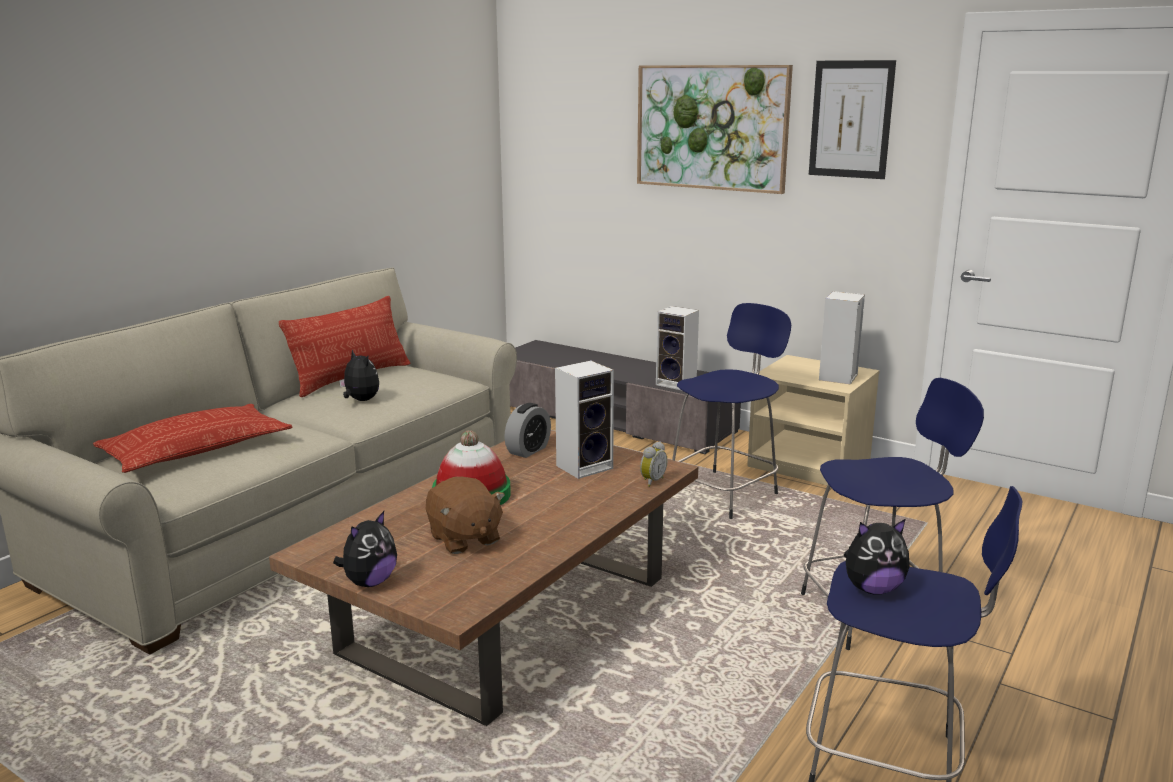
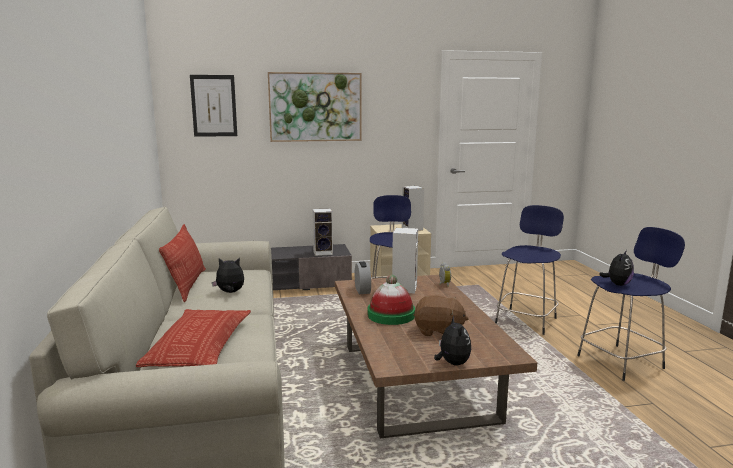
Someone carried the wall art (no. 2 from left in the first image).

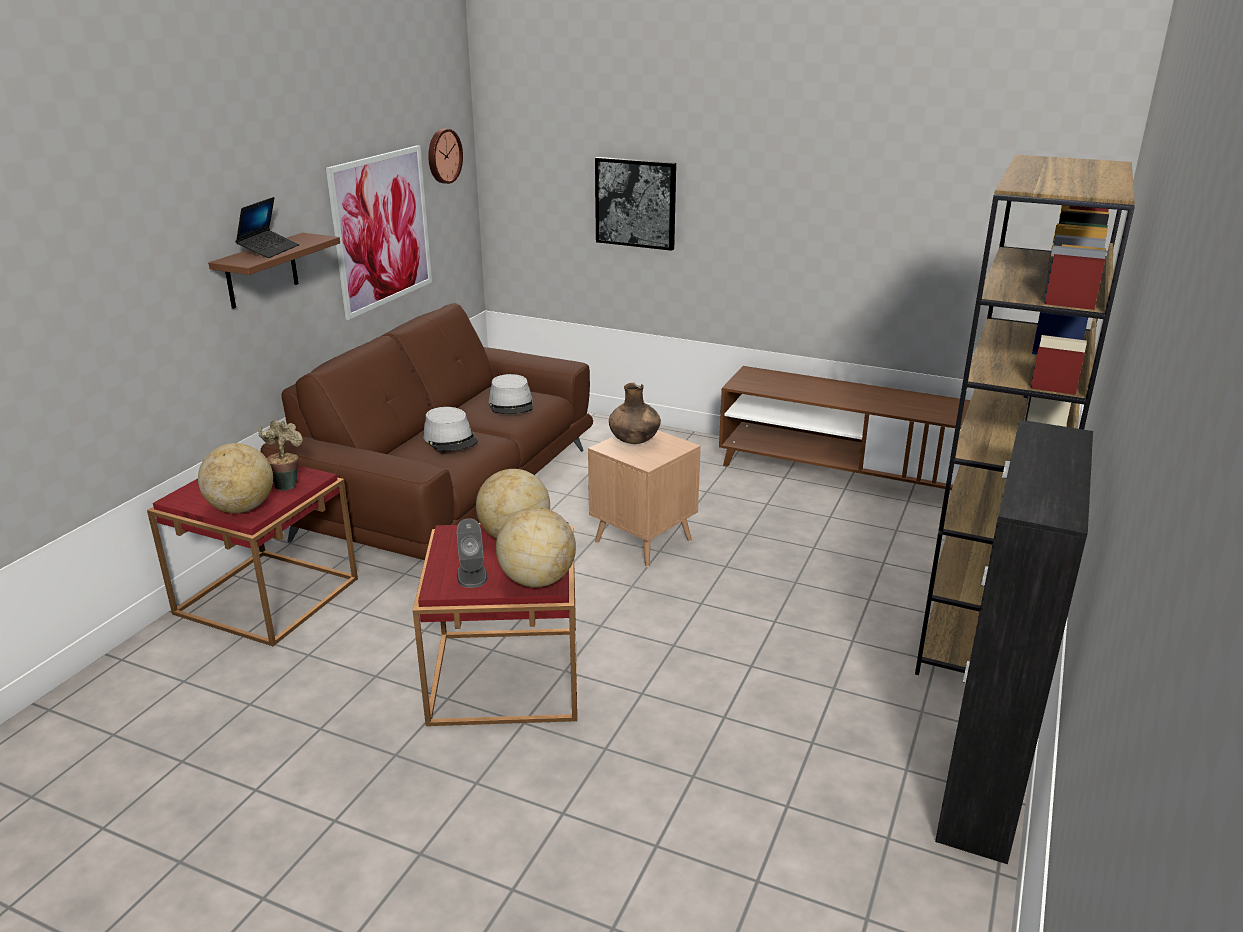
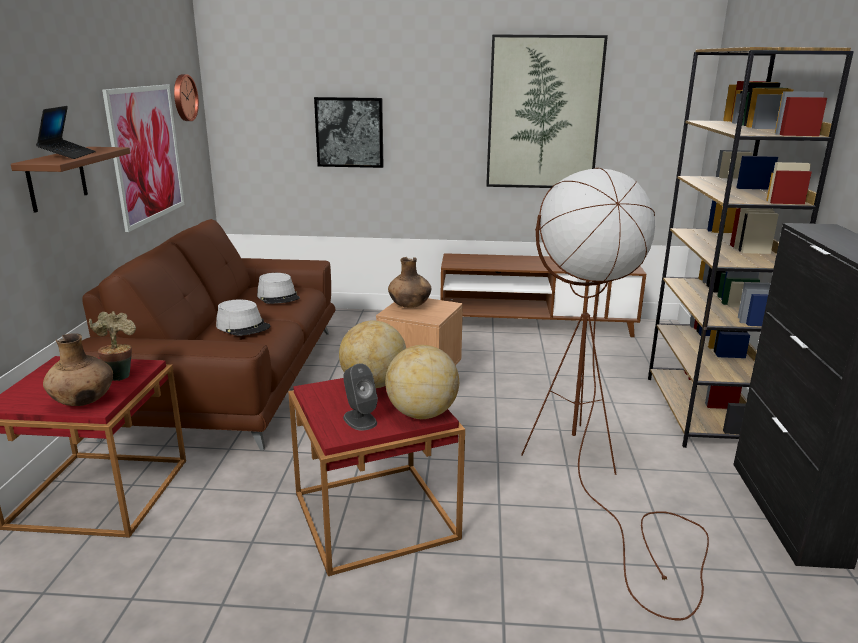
Someone swapped the globe (no. 1 from left) for the brown-coloured vase (no. 1 from left). Someone put up the wall art (no. 3 from left). Someone put down the brown-coloured floor lamp.

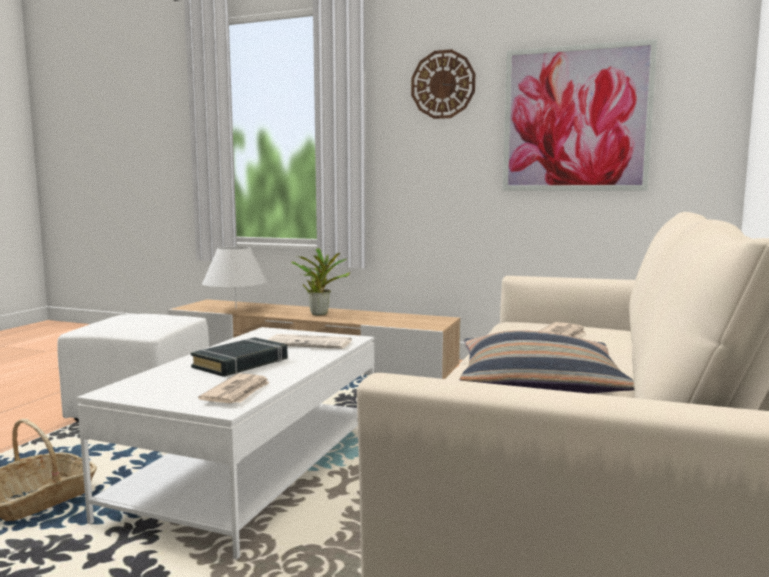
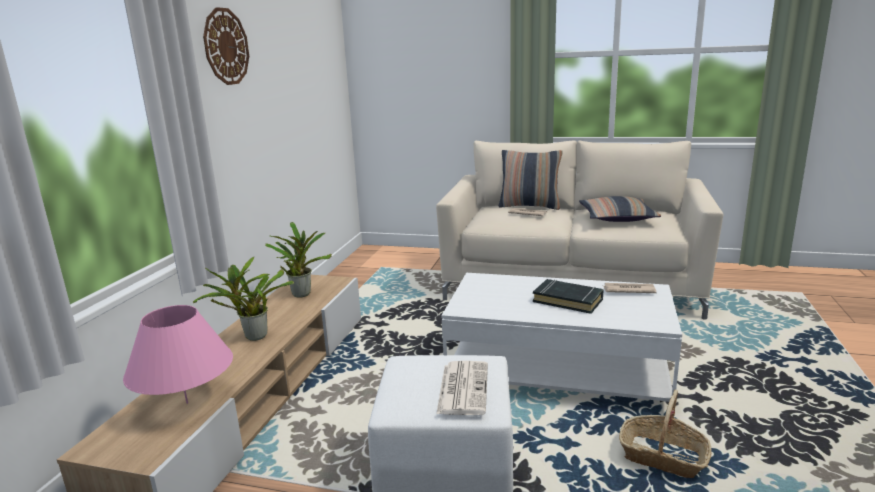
Someone took away the wall art. Someone repainted the white-coloured table lamp, which became the pink-coloured table lamp. Someone carried the newspaper (no. 2 from left in the first image). Someone put down the pillow (no. 1 from left). Someone put down the houseplant (no. 2 from left).

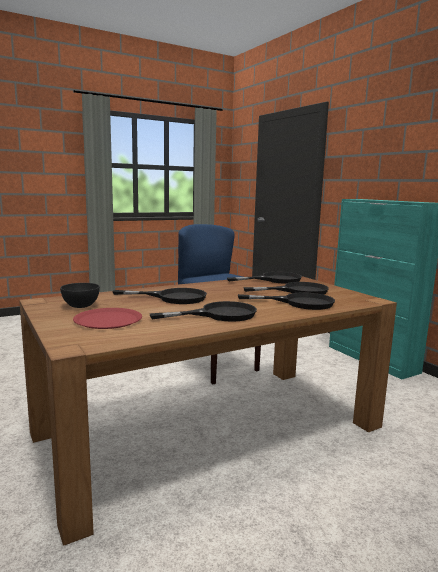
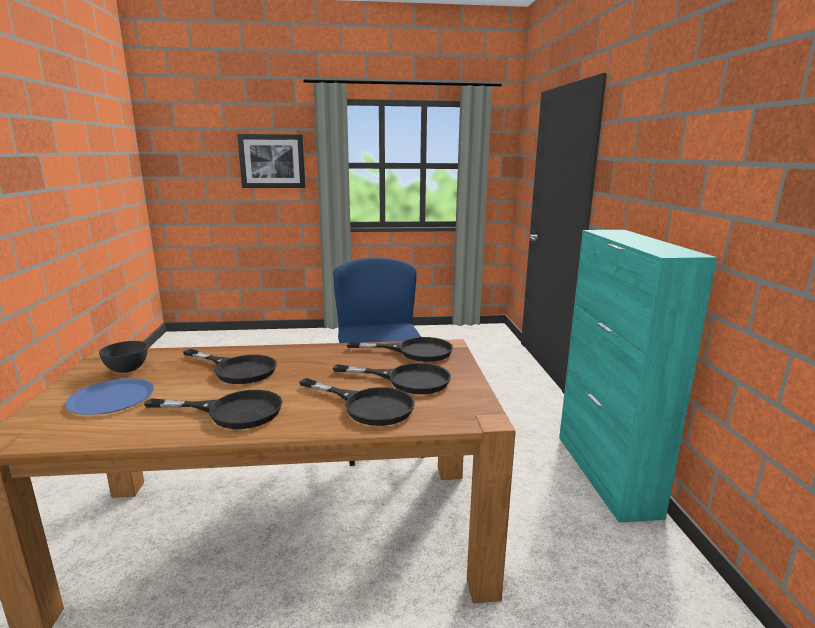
Someone repainted the red-coloured plate, which became the blue plate. Someone put up the wall art.

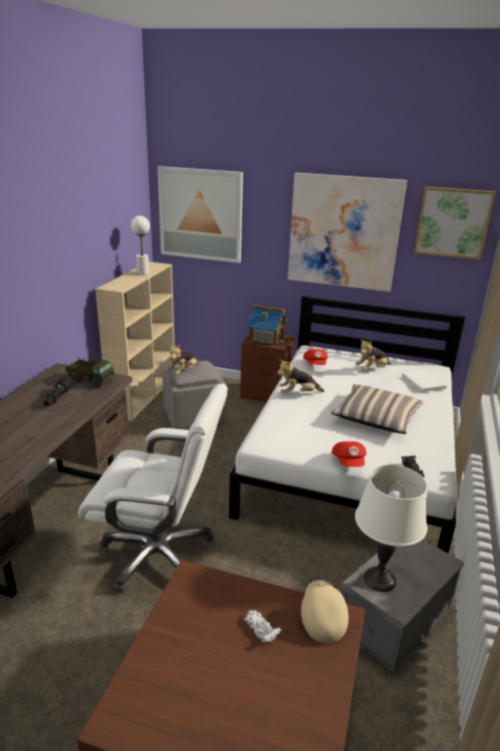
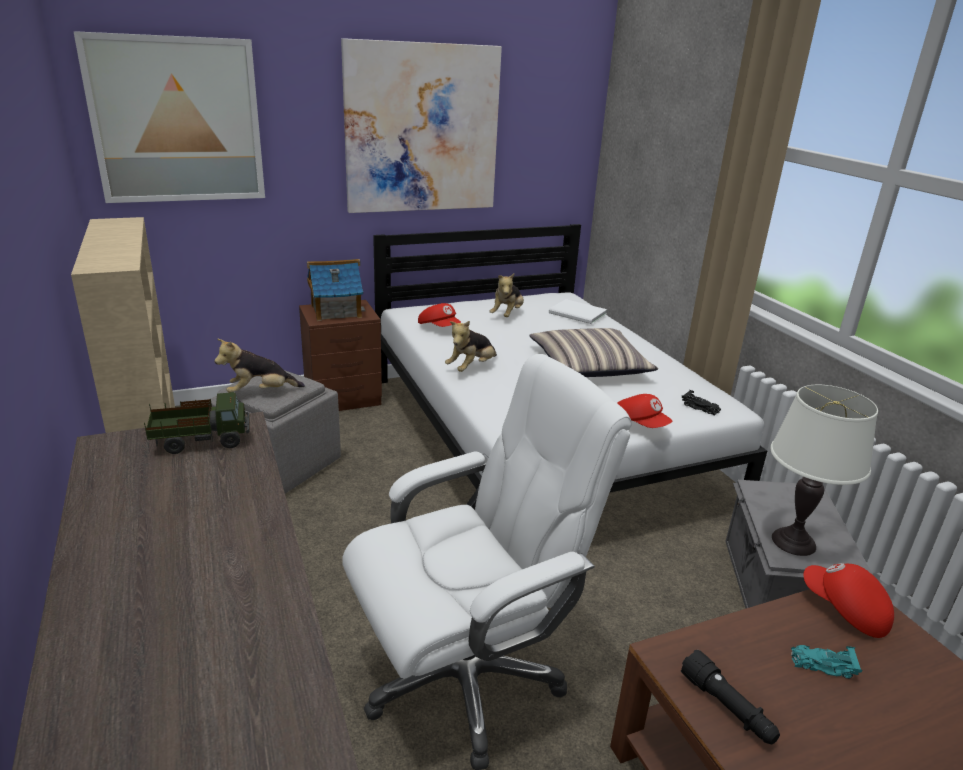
Someone took away the wall art (no. 3 from left). Someone took away the white-coloured table lamp (no. 1 from left). Someone rotated the plush toy (no. 1 from left) by 75 degrees clockwise. Someone carried the black hand torch. Someone repainted the beige-coloured baseball cap, which became the red-coloured baseball cap (no. 3 from left). Someone repainted the white-coloured miniature car, which became the turquoise-coloured miniature car.

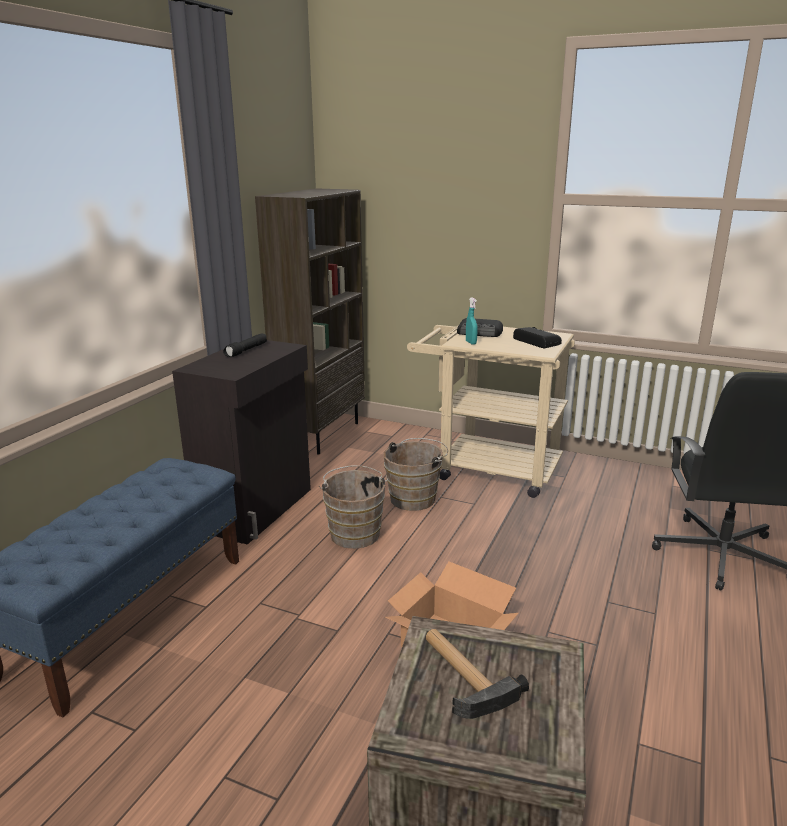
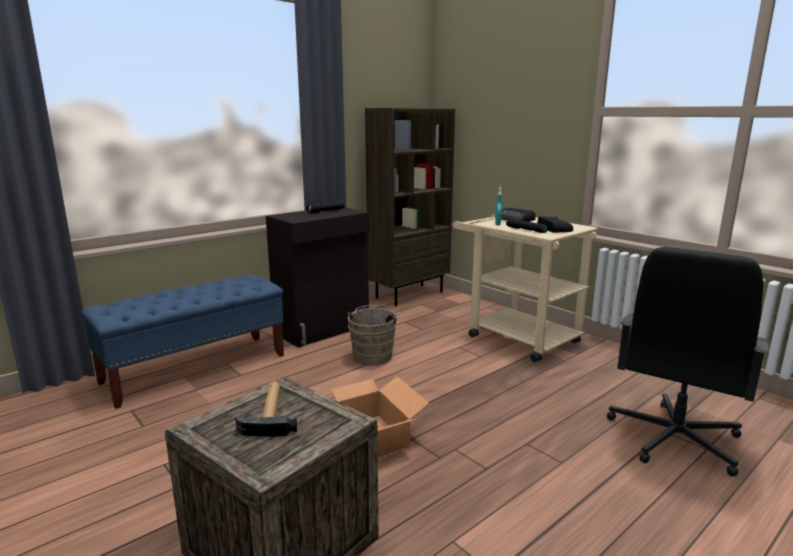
Someone took away the brown-coloured bucket (no. 2 from left). Someone put down the black hand torch (no. 2 from left).

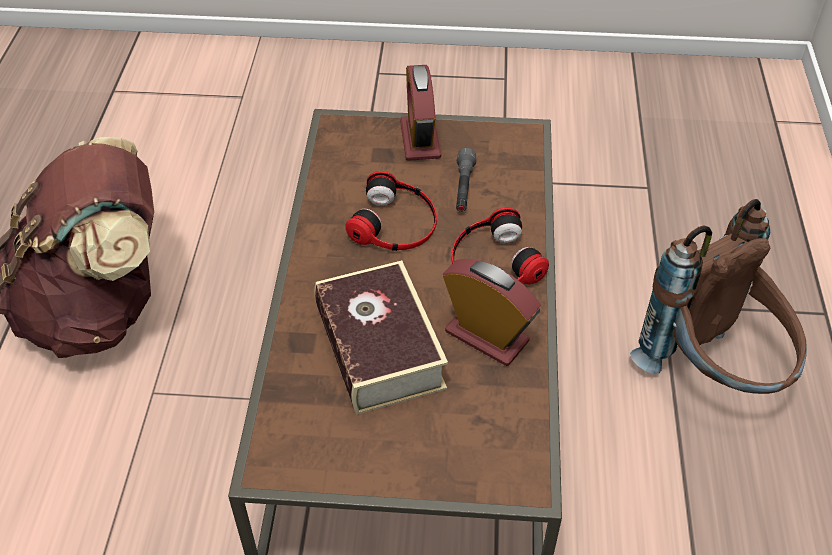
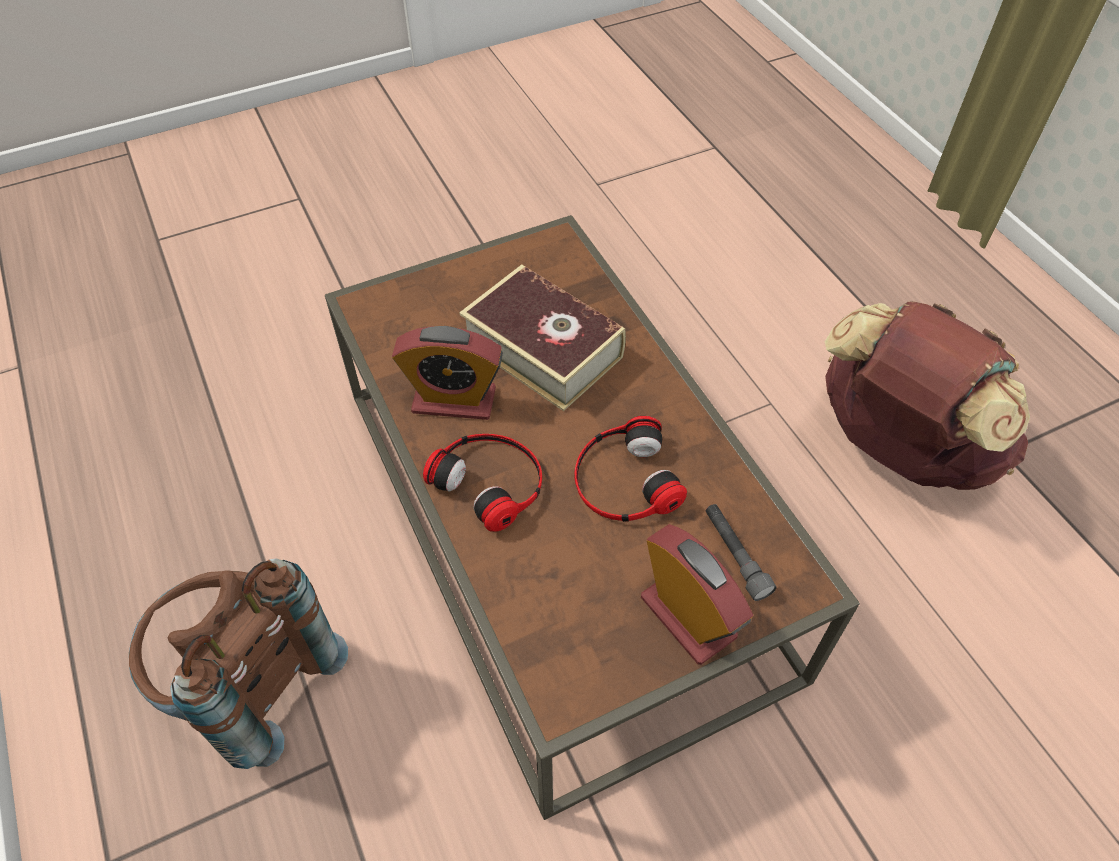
Someone carried the grey hand torch.

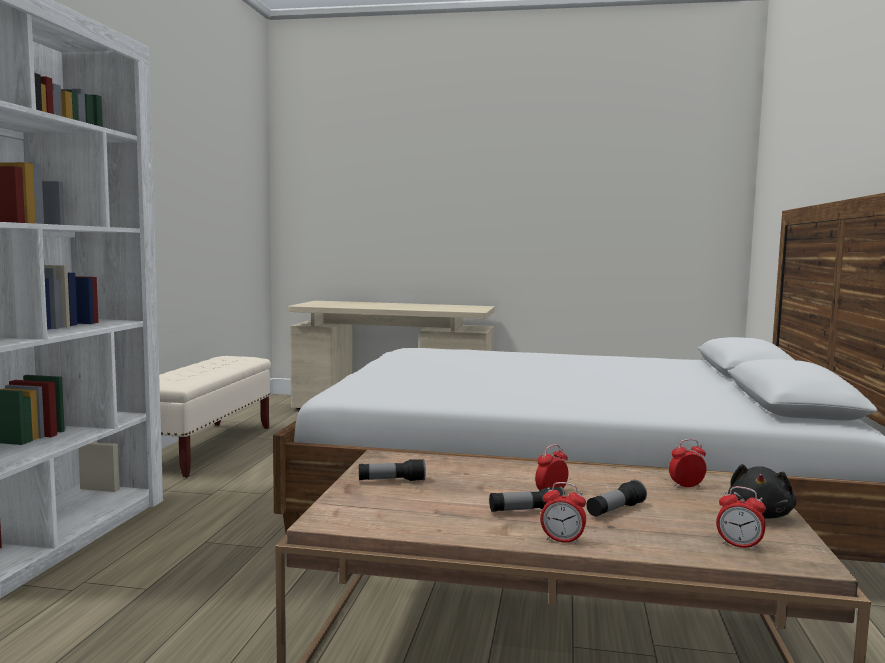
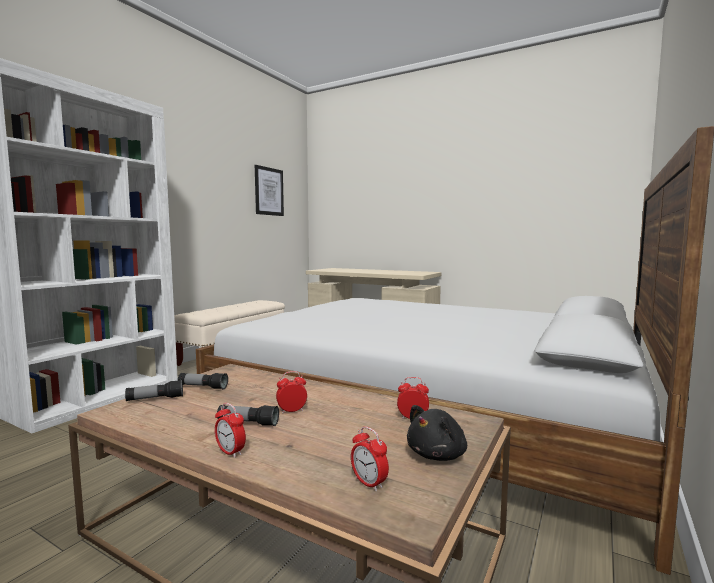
Someone carried the hand torch (no. 3 from left in the first image). Someone put up the wall art.

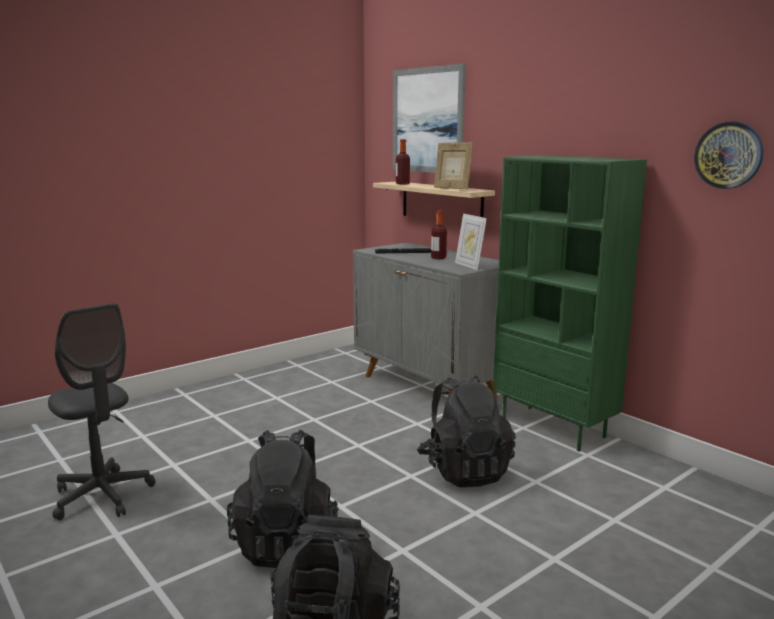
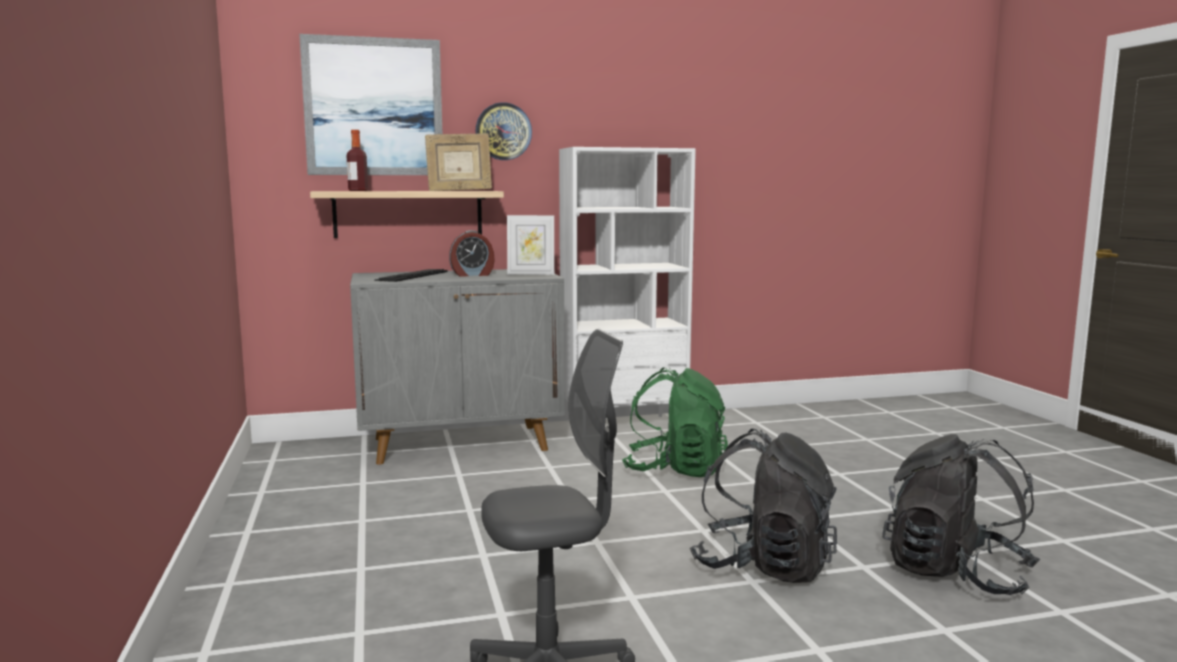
Someone carried the hanging clock. Someone repainted the greenish shelving unit, which became the white-coloured shelving unit. Someone swapped the beverage bottle (no. 2 from left) for the table clock. Someone repainted the black backpack (no. 3 from left), which became the greenish backpack.

